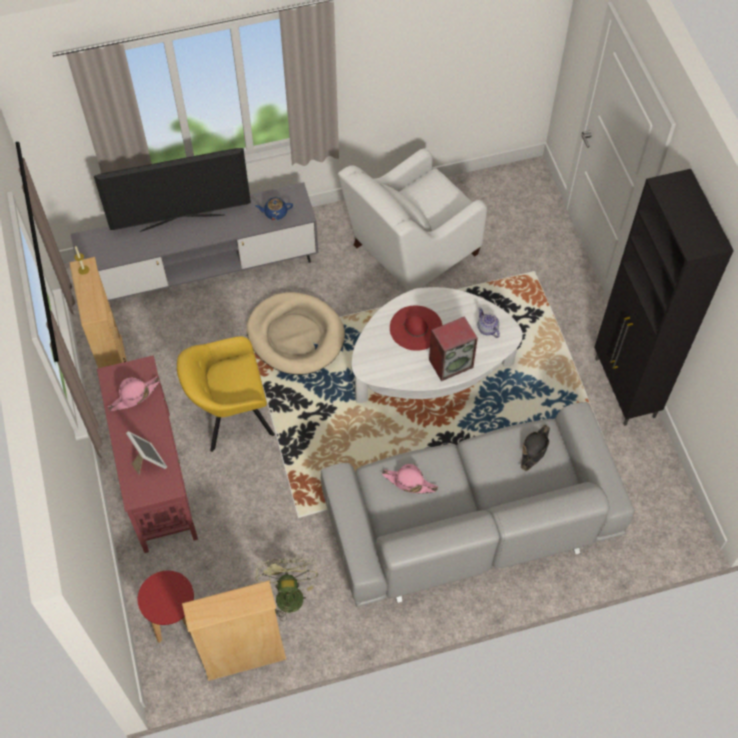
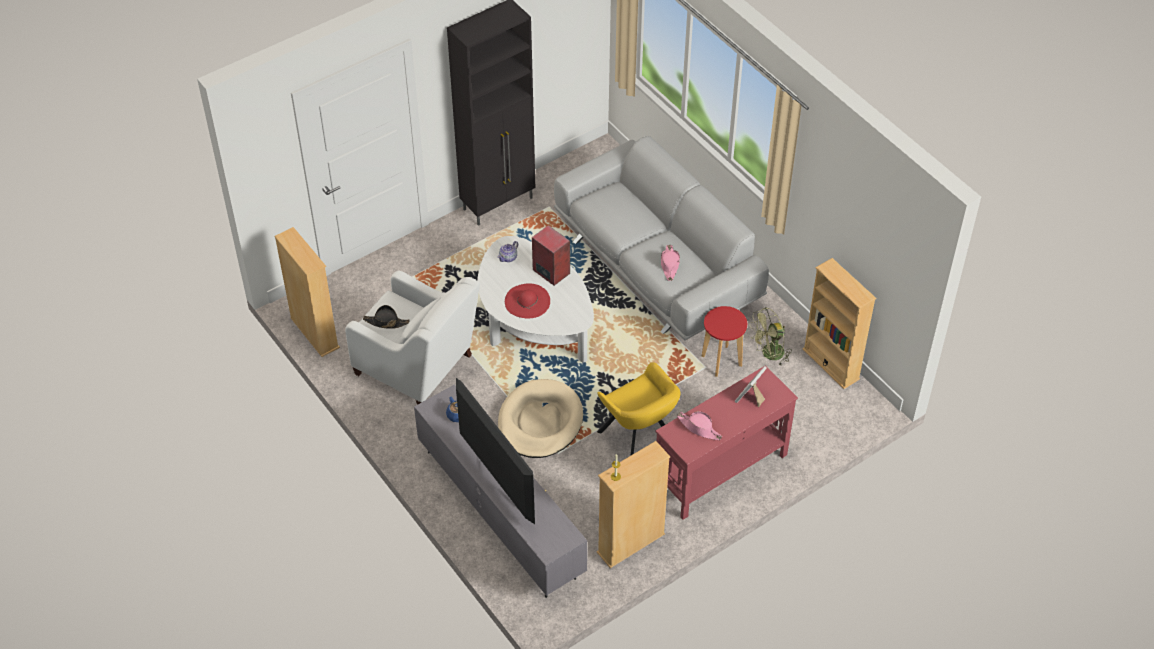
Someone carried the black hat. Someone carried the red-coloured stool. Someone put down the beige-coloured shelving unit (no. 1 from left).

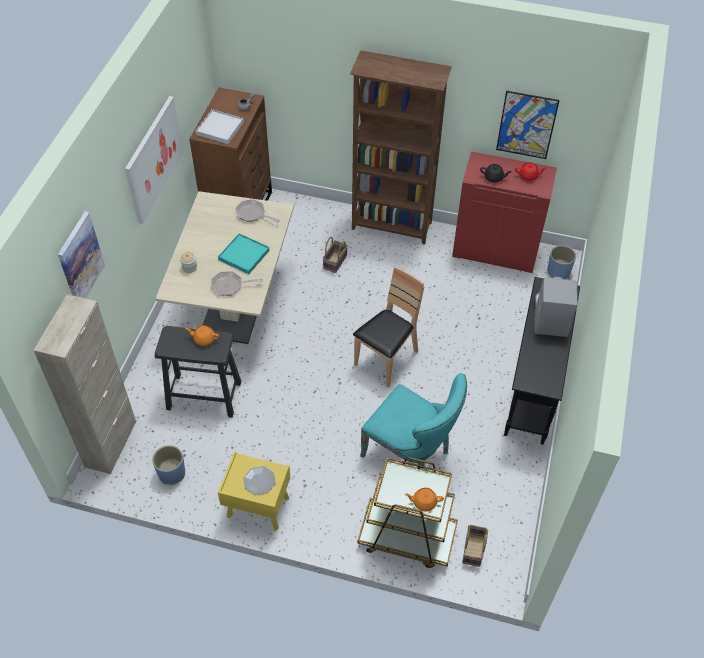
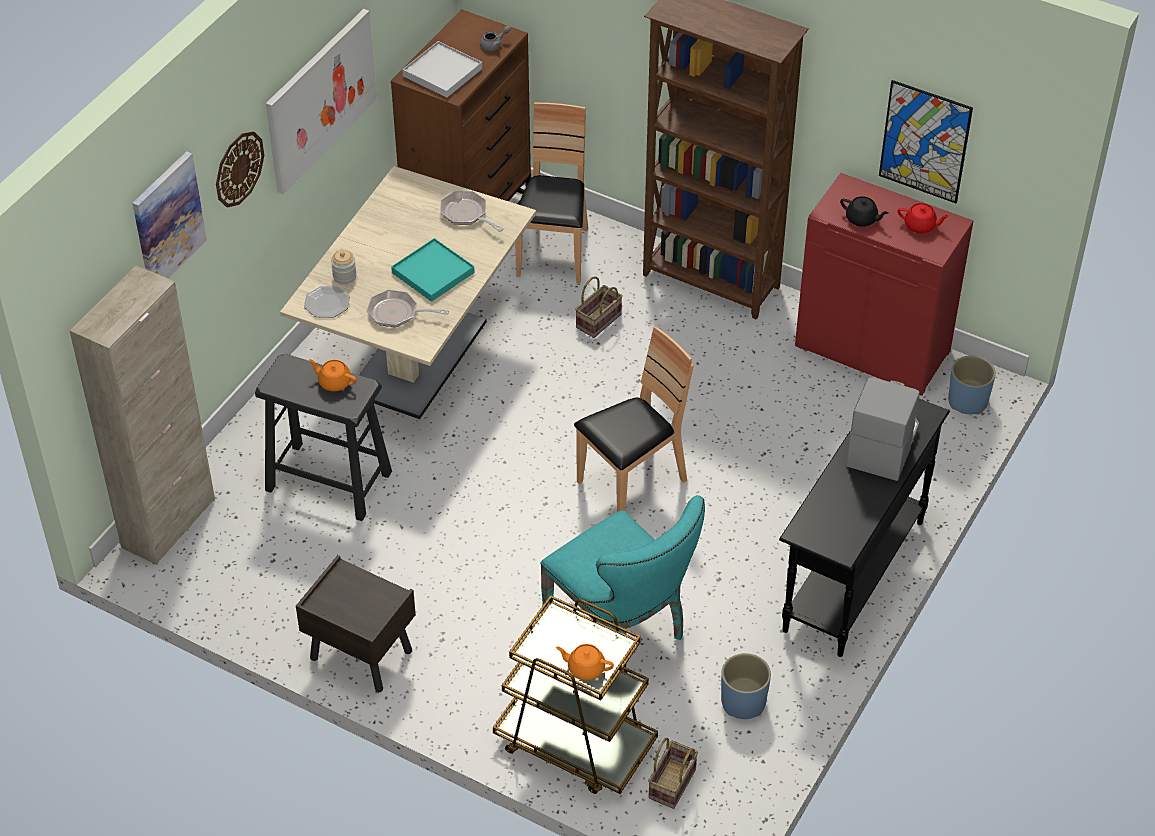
Someone carried the blue planter (no. 1 from left). Someone repainted the yellowish nightstand, which became the brown-coloured nightstand. Someone carried the plate. Someone put down the brown-coloured upright chair (no. 1 from left). Someone put up the hanging clock.

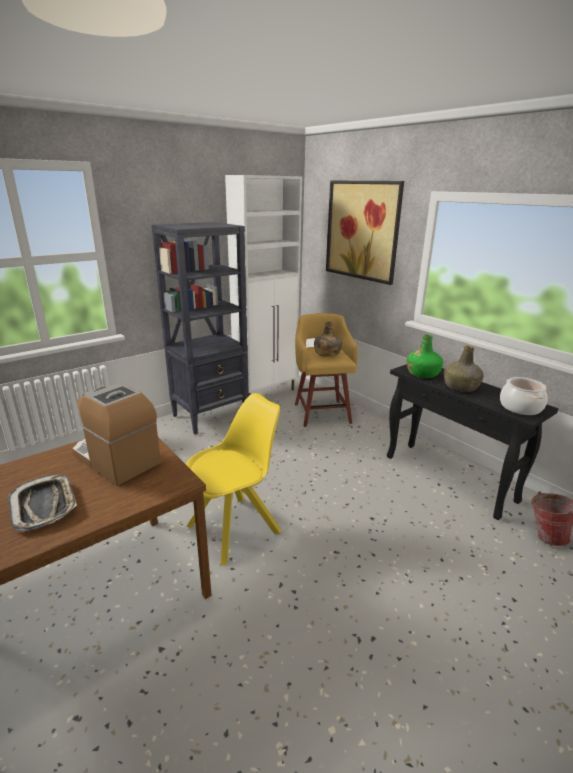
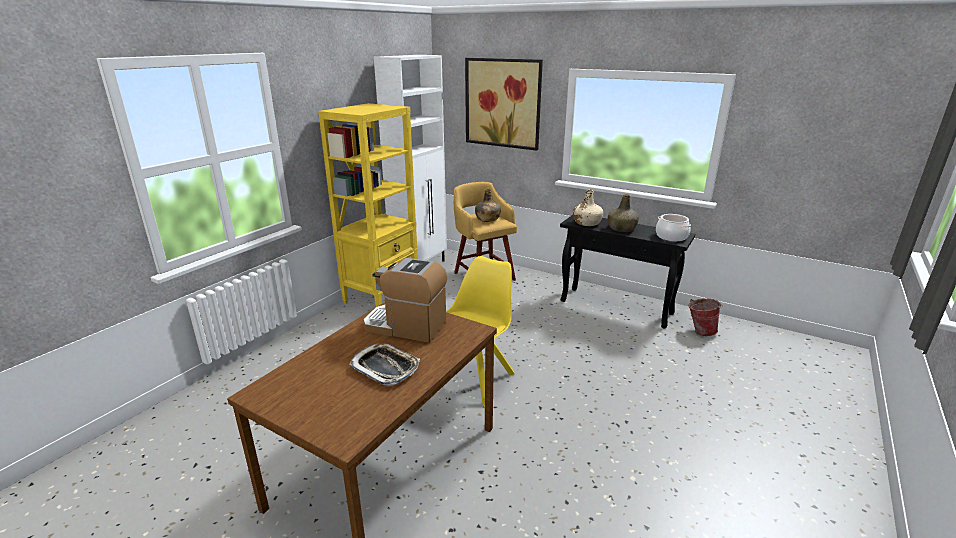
Someone repainted the black shelving unit, which became the yellowish shelving unit. Someone repainted the greenish beverage bottle (no. 2 from left), which became the beige-coloured beverage bottle.

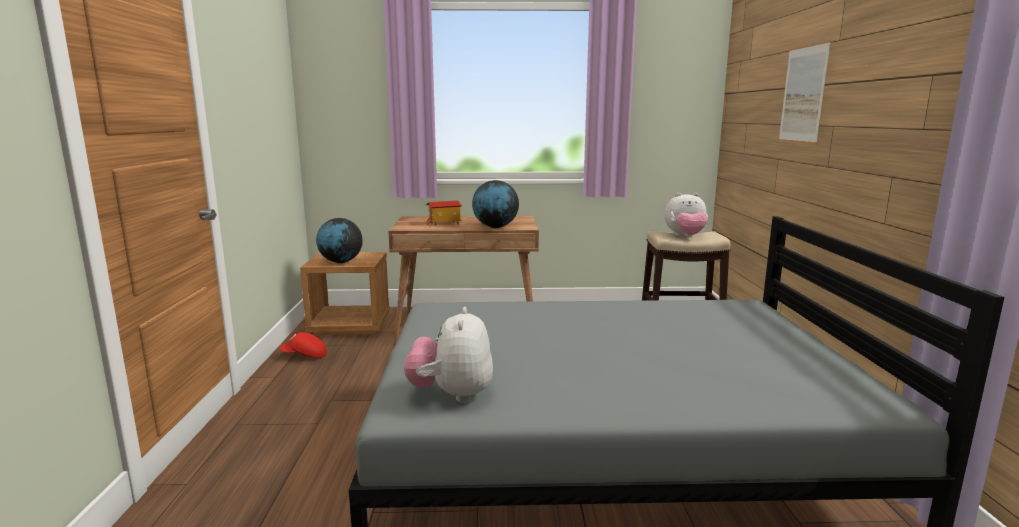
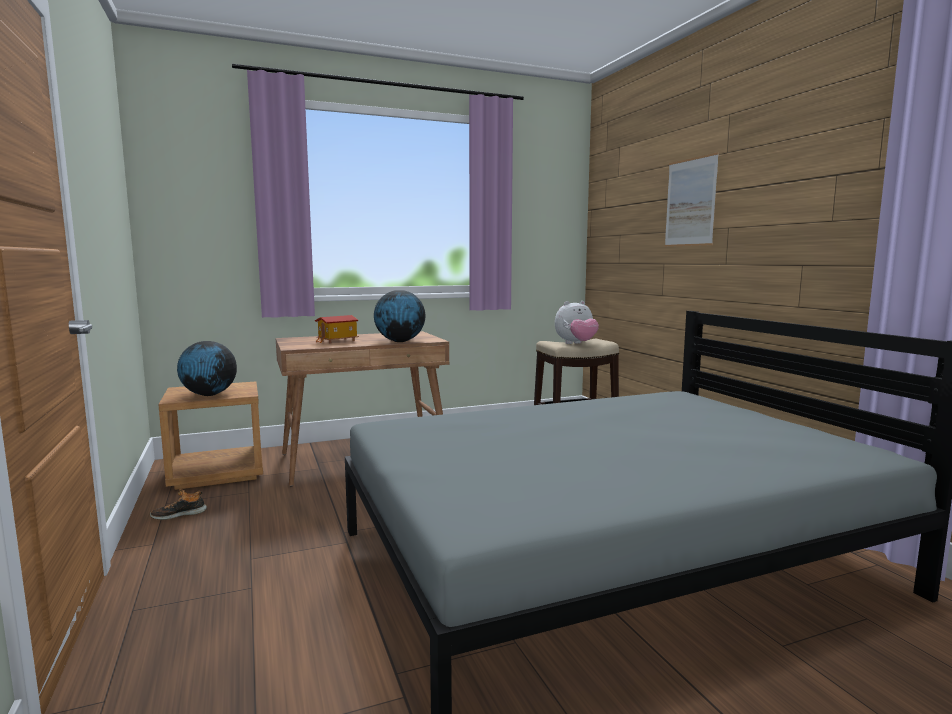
Someone took away the plush toy (no. 1 from left). Someone swapped the red-coloured baseball cap for the low shoe.

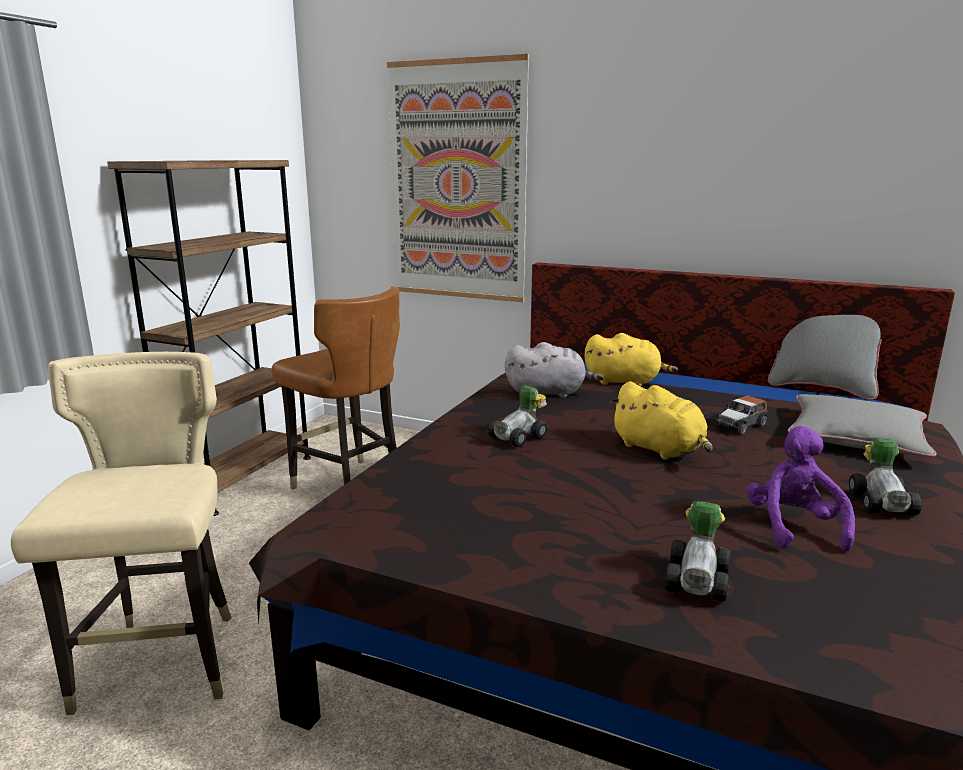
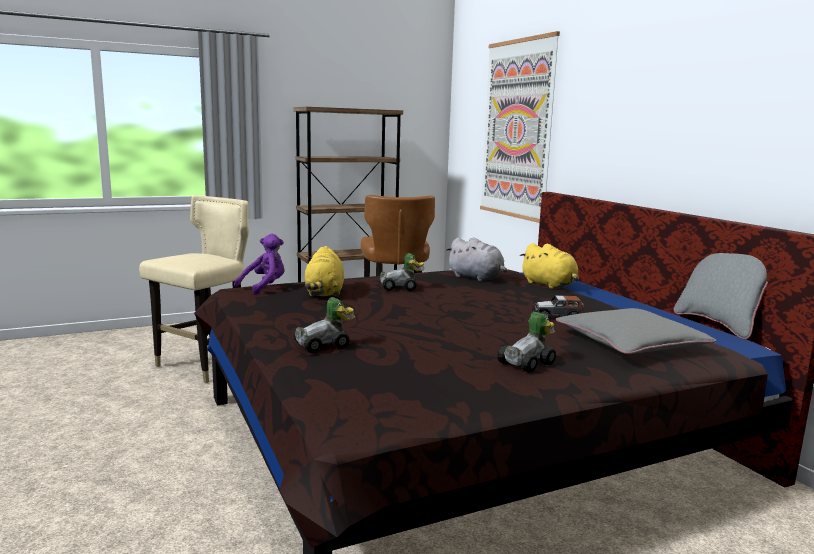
Someone carried the yellowish plush toy (no. 2 from left in the first image). Someone carried the purple plush toy.

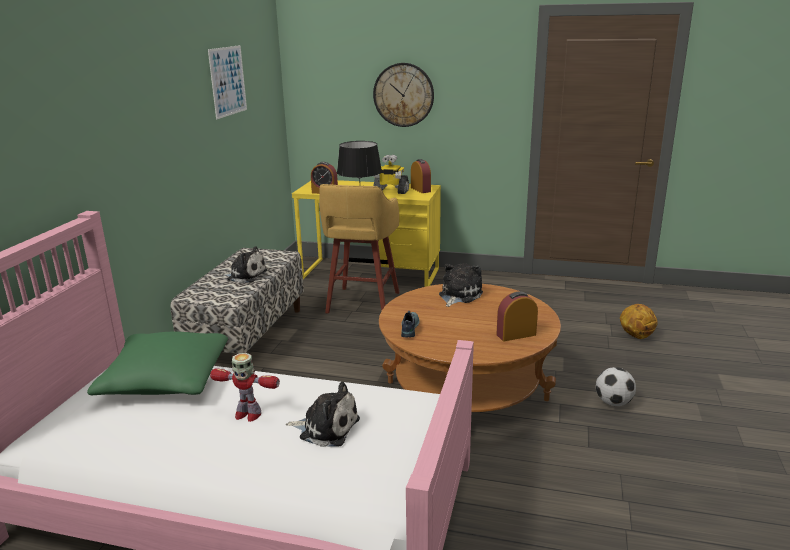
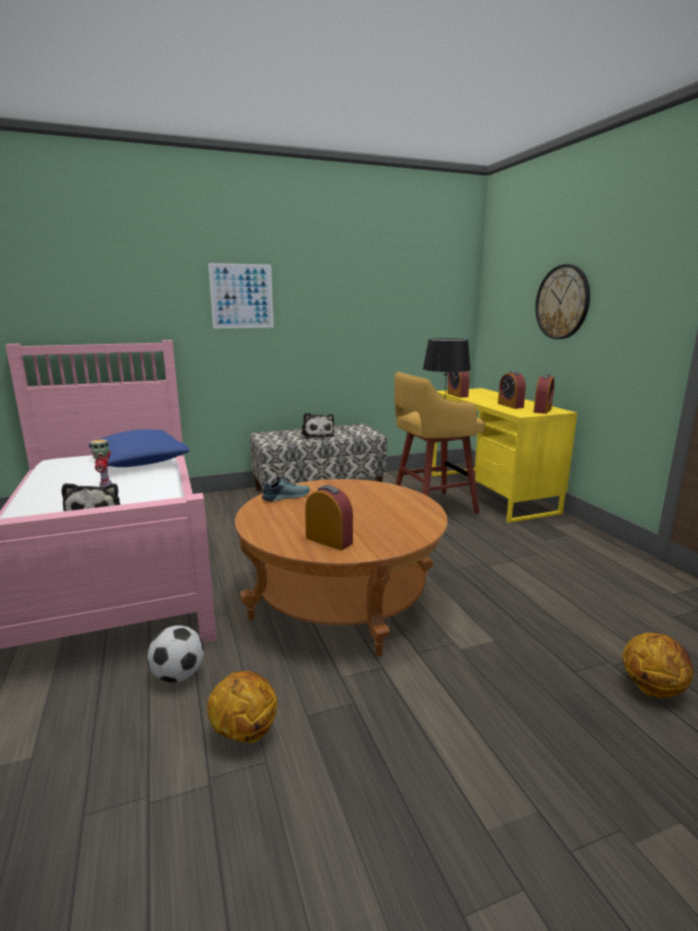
Someone carried the wall art. Someone swapped the model robot (no. 2 from left) for the table clock (no. 3 from left). Someone took away the plush toy (no. 3 from left). Someone repainted the greenish pillow, which became the blue pillow. Someone carried the football. Someone put down the basketball (no. 1 from left).

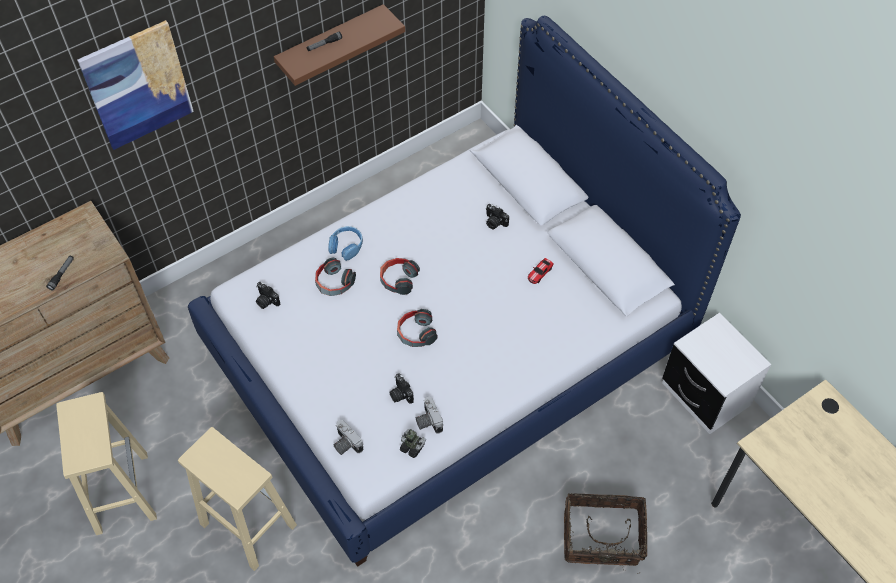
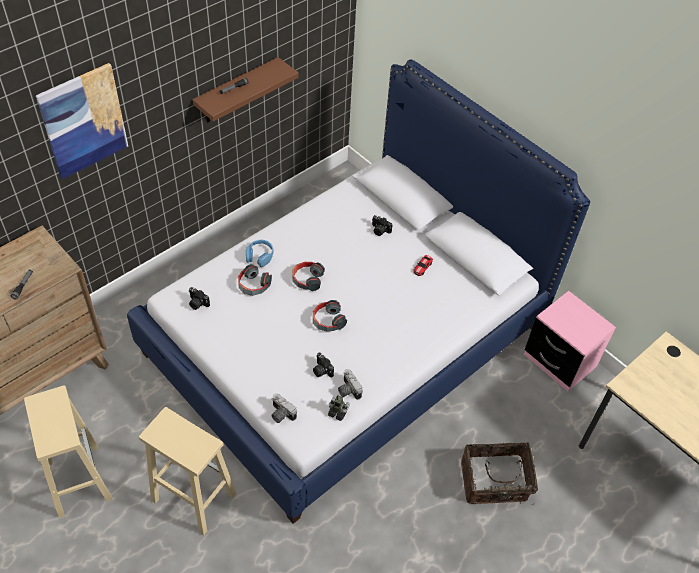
Someone repainted the white-coloured nightstand, which became the pink-coloured nightstand.

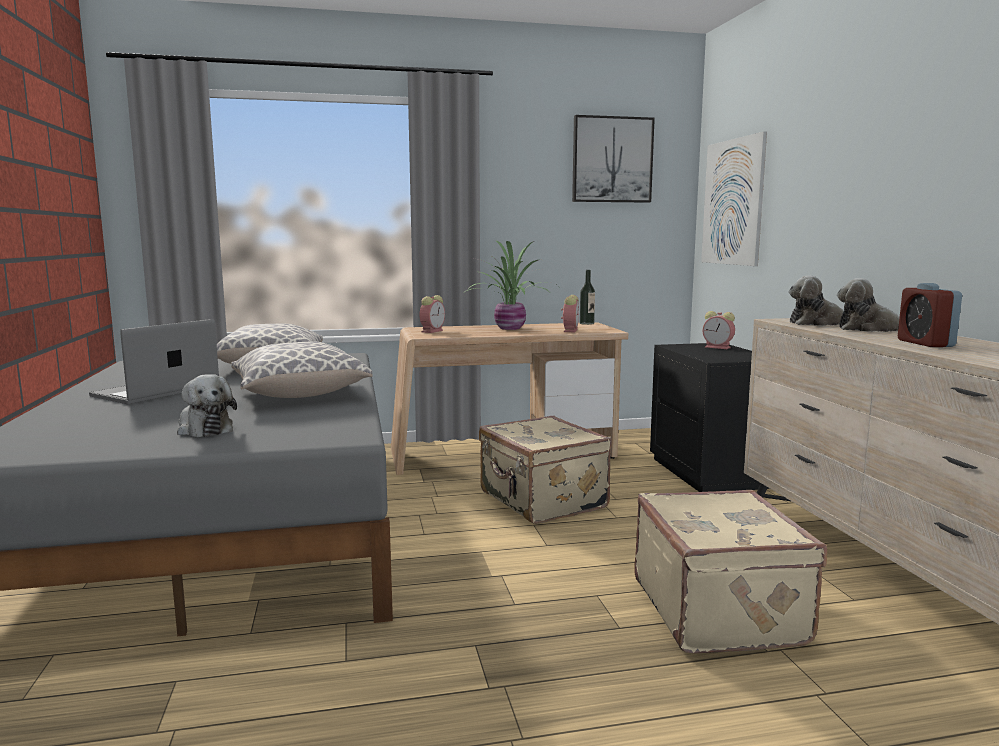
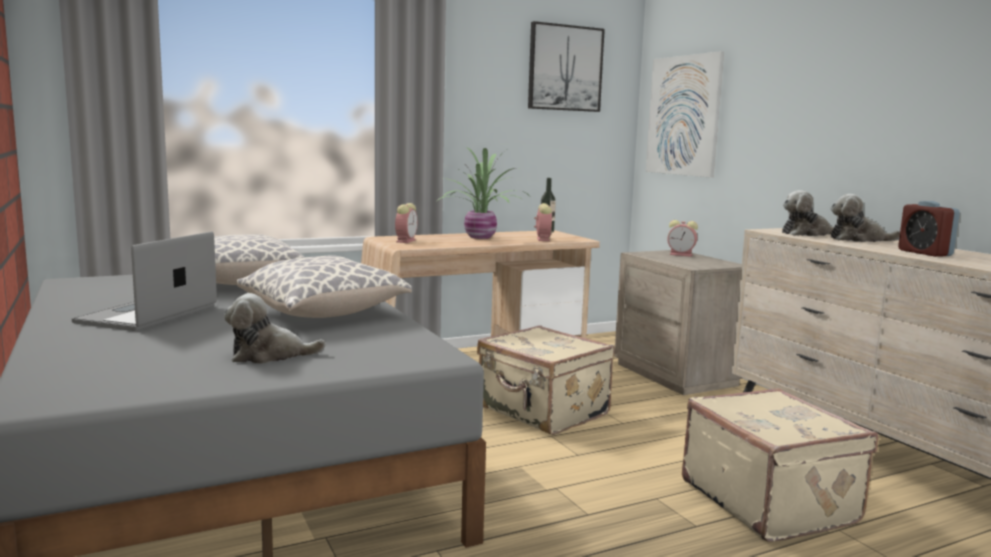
Someone repainted the black nightstand, which became the beige-coloured nightstand. Someone rotated the plush toy (no. 1 from left) by 135 degrees clockwise.

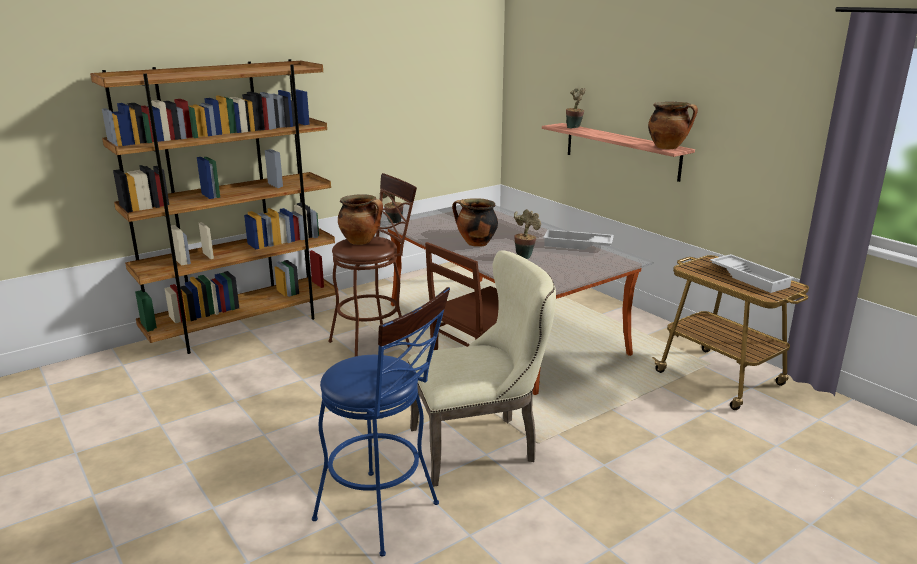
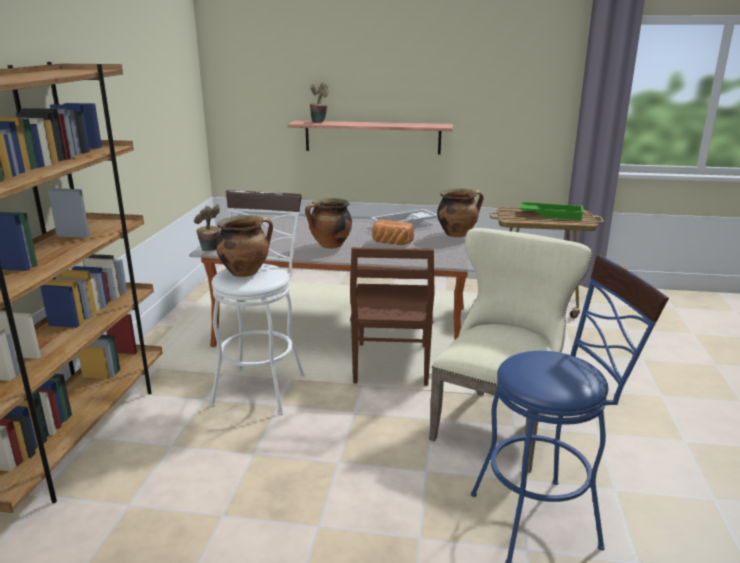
Someone carried the cooking pot (no. 3 from left). Someone repainted the brown-coloured stool, which became the white-coloured stool. Someone swapped the houseplant (no. 2 from left) for the baked bread. Someone repainted the white-coloured tray (no. 2 from left), which became the greenish tray.

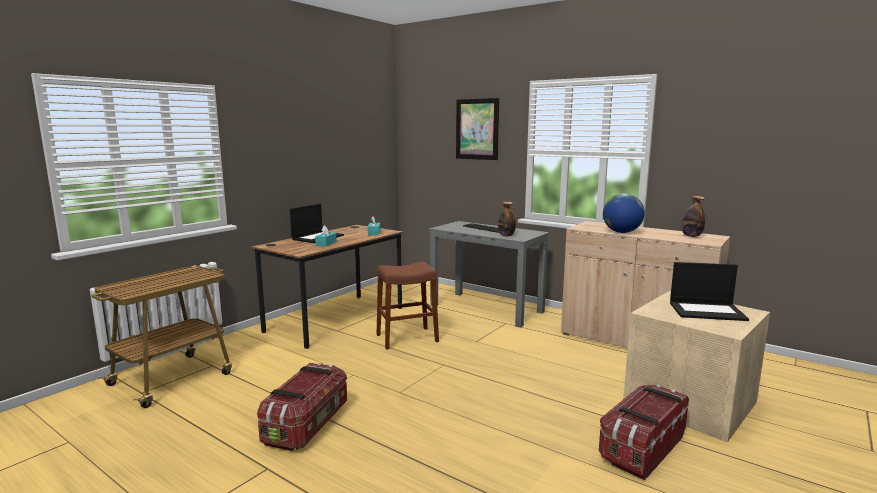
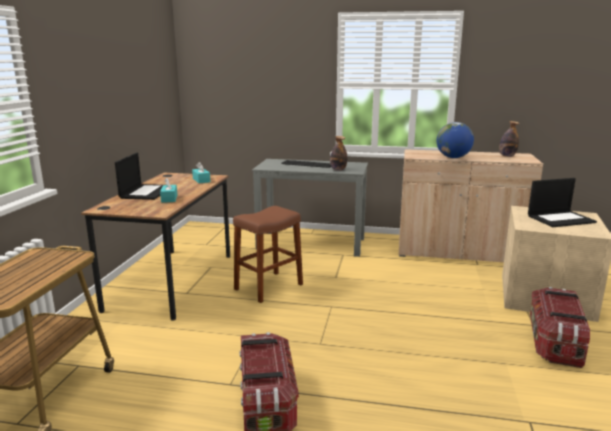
Someone took away the wall art.

